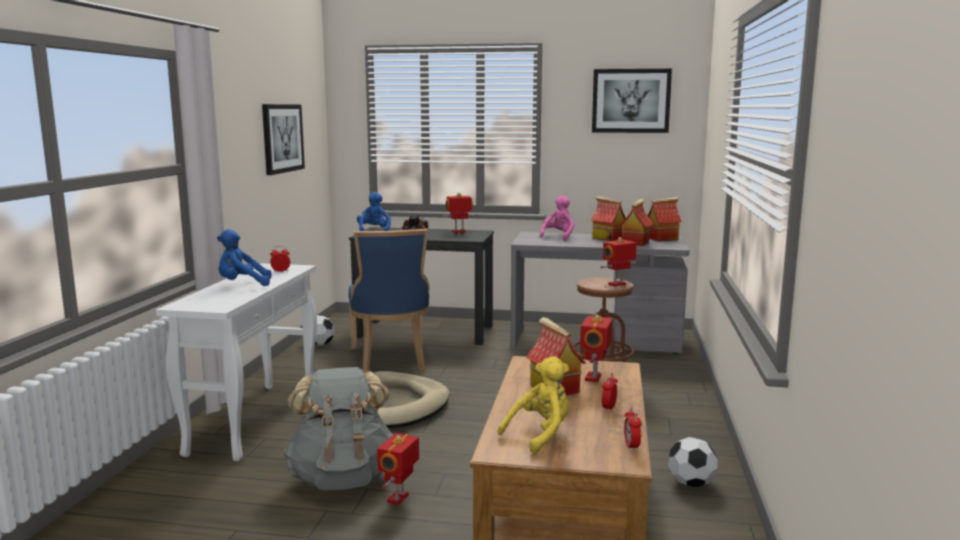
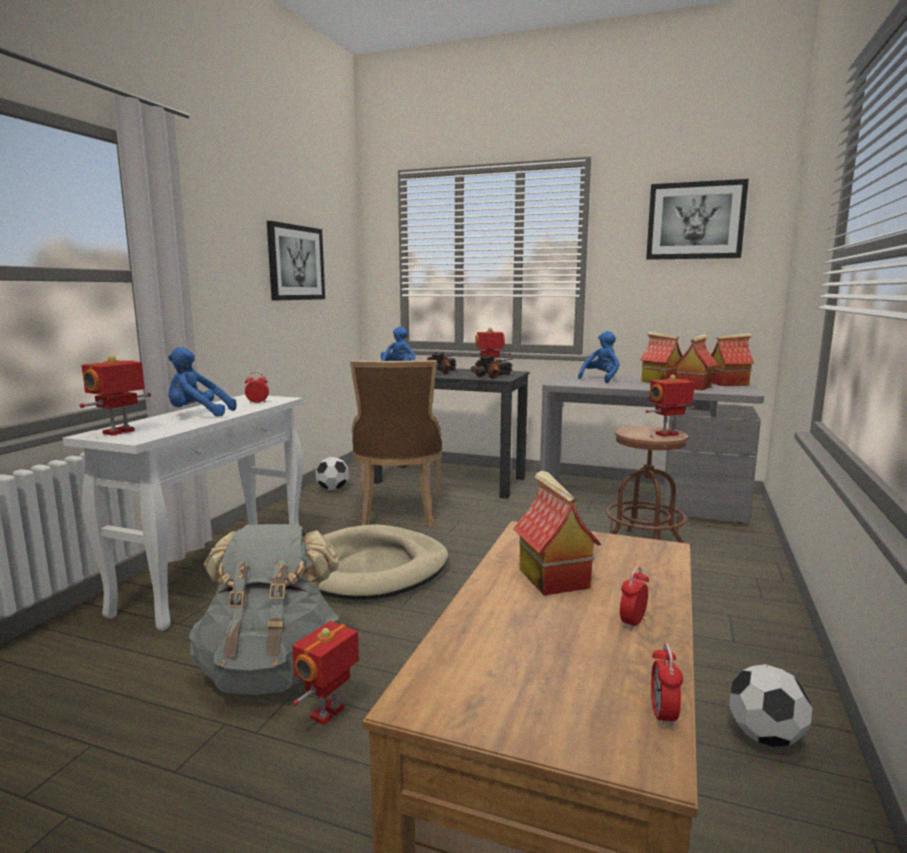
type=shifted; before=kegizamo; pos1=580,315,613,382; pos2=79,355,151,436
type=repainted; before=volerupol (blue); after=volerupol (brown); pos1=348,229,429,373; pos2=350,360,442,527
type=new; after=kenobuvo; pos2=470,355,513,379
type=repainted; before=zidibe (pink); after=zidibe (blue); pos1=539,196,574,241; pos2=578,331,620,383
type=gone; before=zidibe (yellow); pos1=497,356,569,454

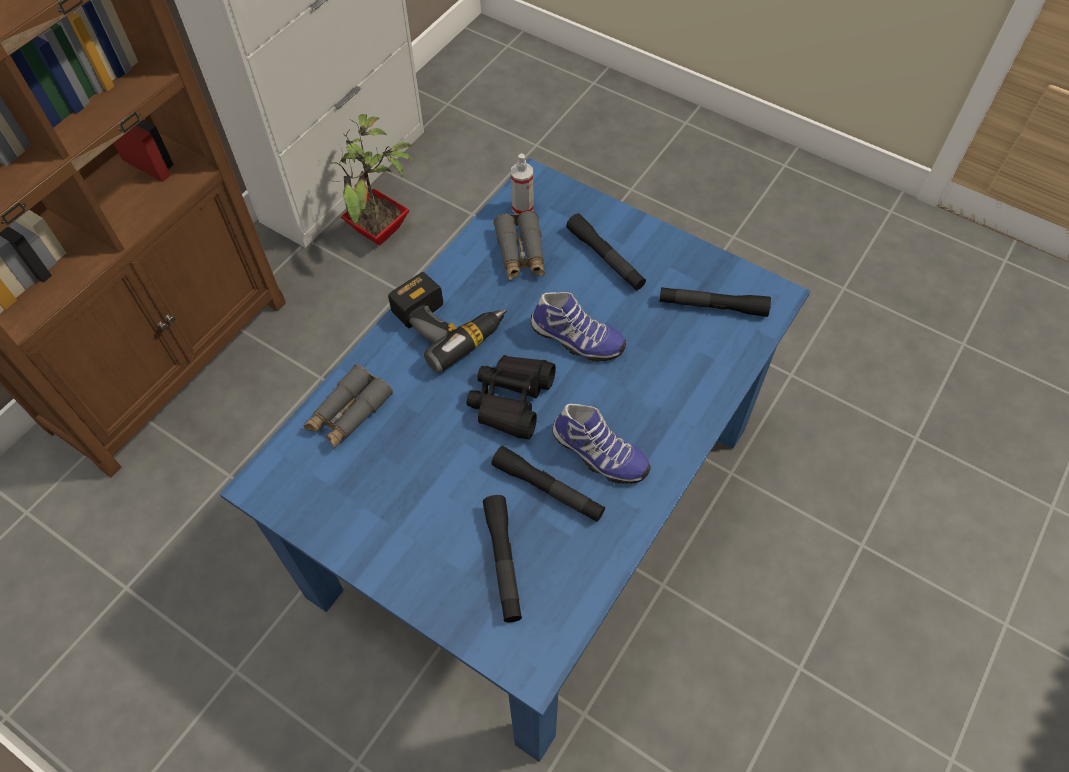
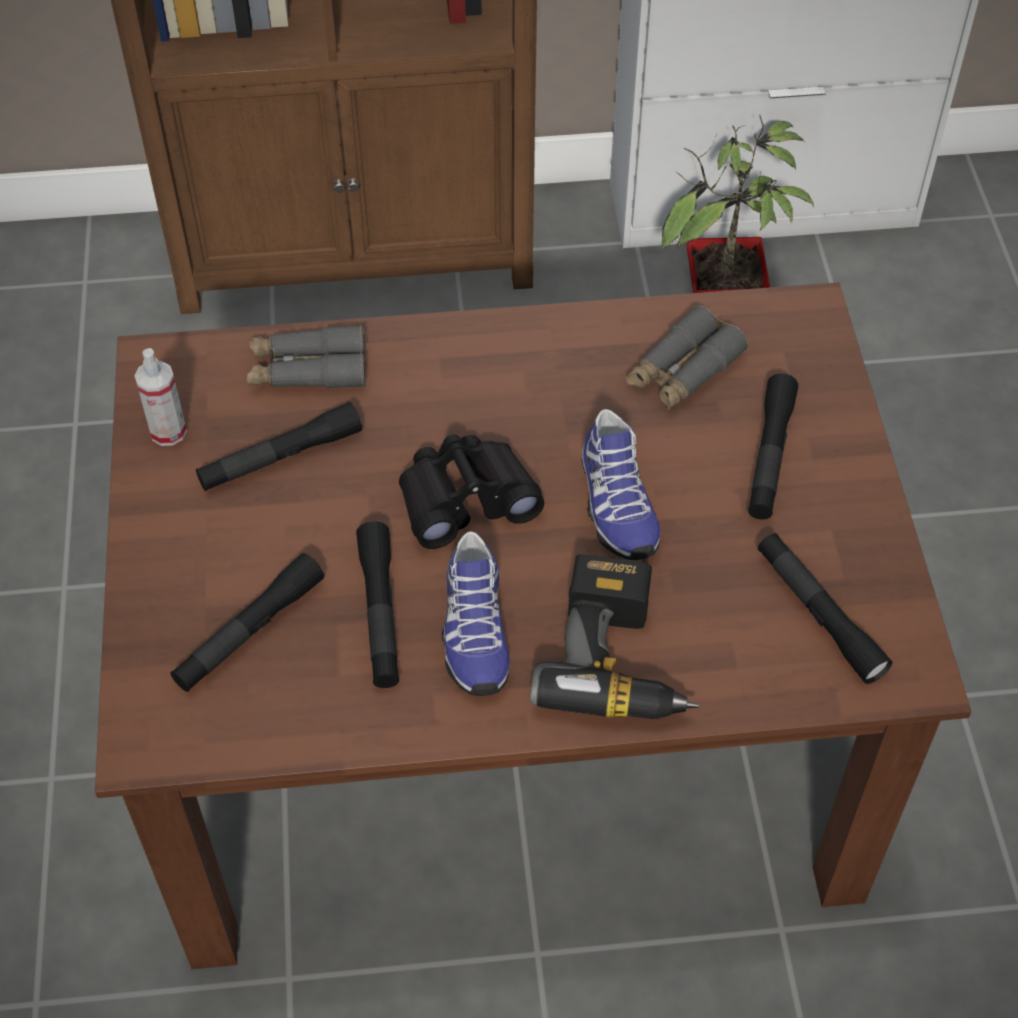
type=repainted; before=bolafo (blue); after=bolafo (brown); pos1=219,158,811,762; pos2=95,282,972,969
type=shifted; before=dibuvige; pos1=511,154,534,215; pos2=134,348,187,446
type=new; after=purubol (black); pos2=196,402,362,491
type=shifted; before=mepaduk; pos1=388,272,507,373; pos2=530,554,699,719

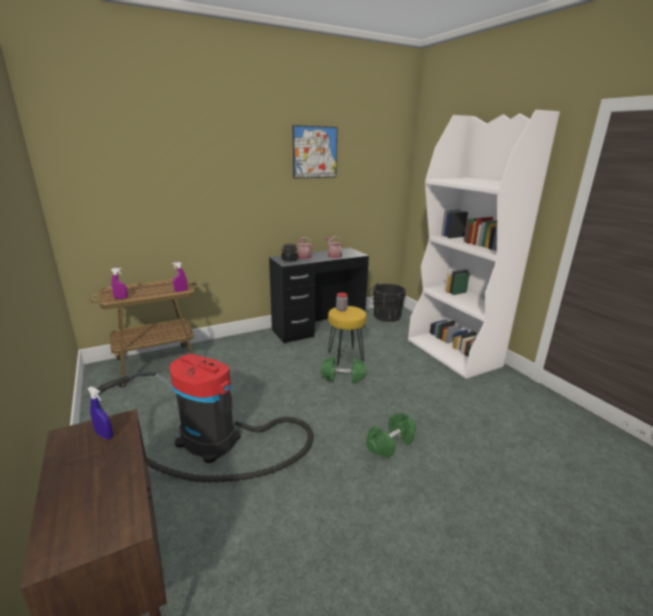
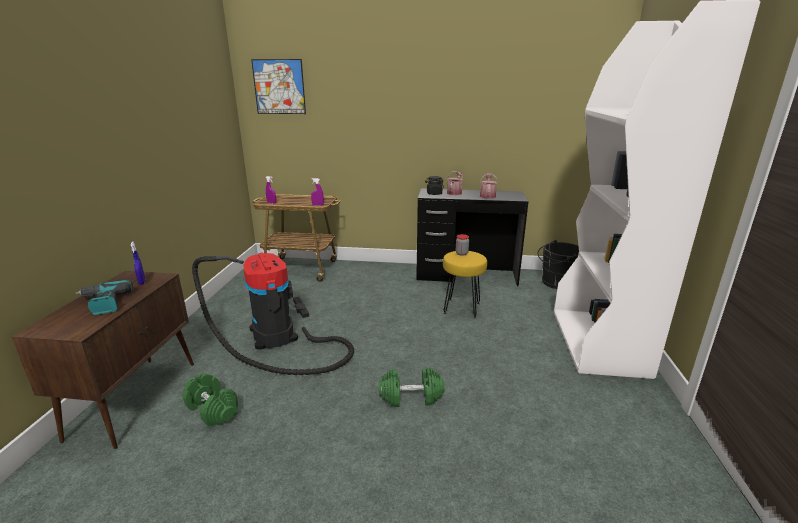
type=new; after=mepaduk; pos2=76,279,133,315
type=shifted; before=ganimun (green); pos1=321,357,367,383; pos2=182,373,238,427
type=shifted; before=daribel; pos1=293,125,338,178; pos2=251,59,306,114

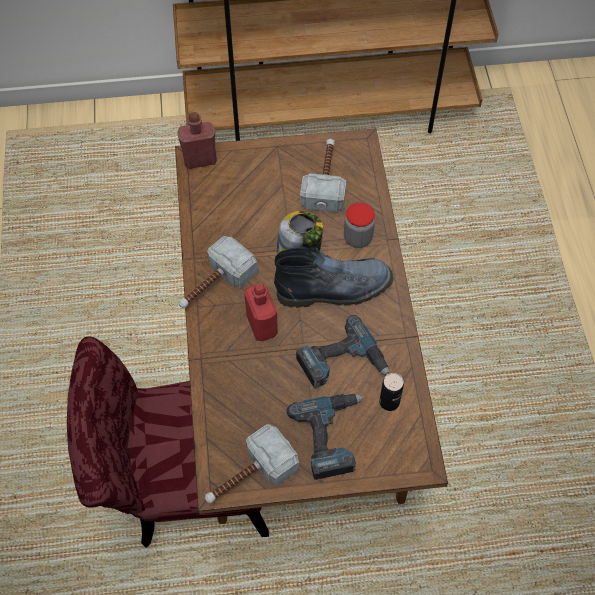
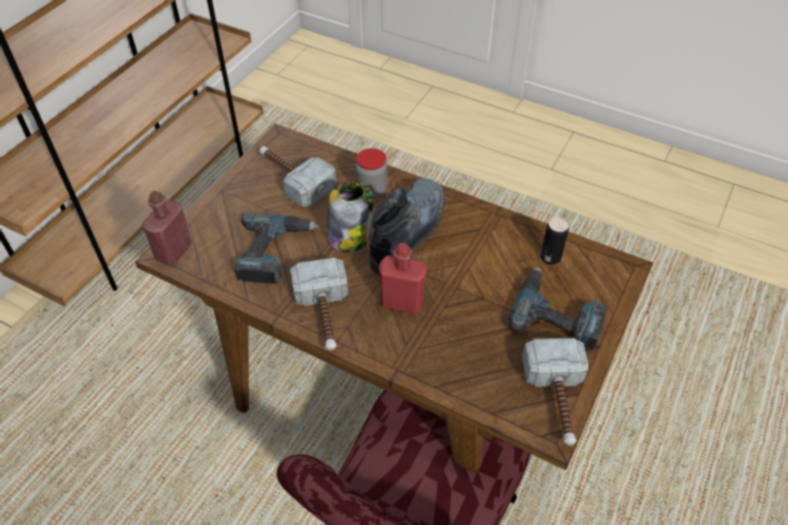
type=shifted; before=mepaduk; pos1=296,315,390,389; pos2=234,213,319,284

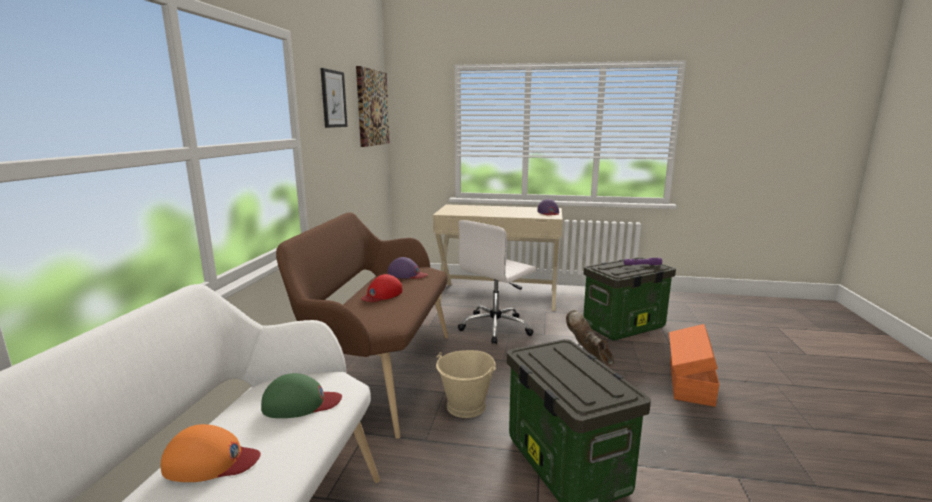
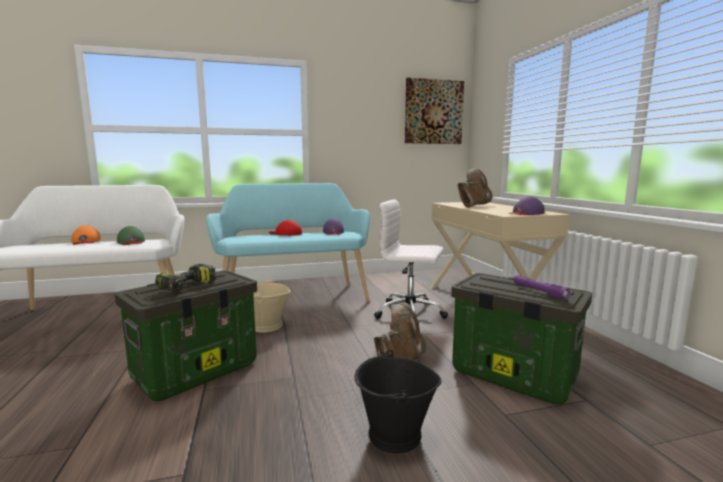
type=new; after=mepaduk; pos2=155,264,216,291
type=repainted; before=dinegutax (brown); after=dinegutax (turquoise); pos1=276,212,448,439; pos2=206,183,370,302
type=swapped; before=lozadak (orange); after=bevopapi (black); pos1=669,324,719,407; pos2=354,350,442,453
type=new; after=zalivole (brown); pos2=457,168,492,208
type=gone; before=daribel; pos1=320,68,348,128

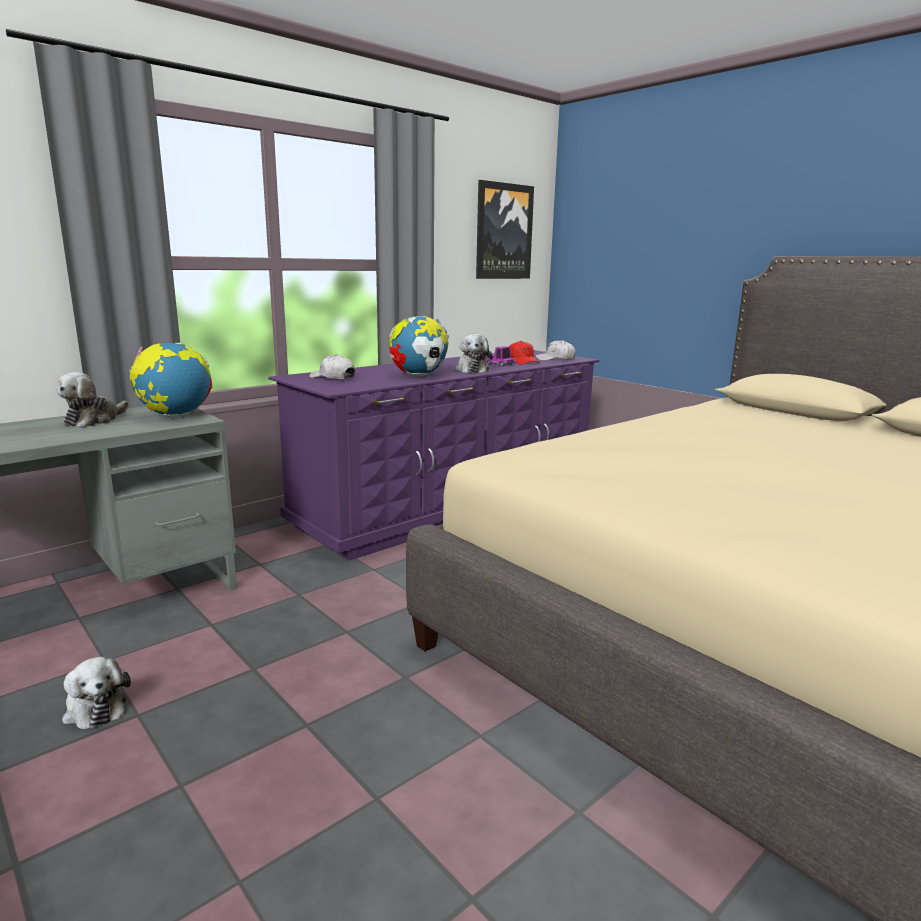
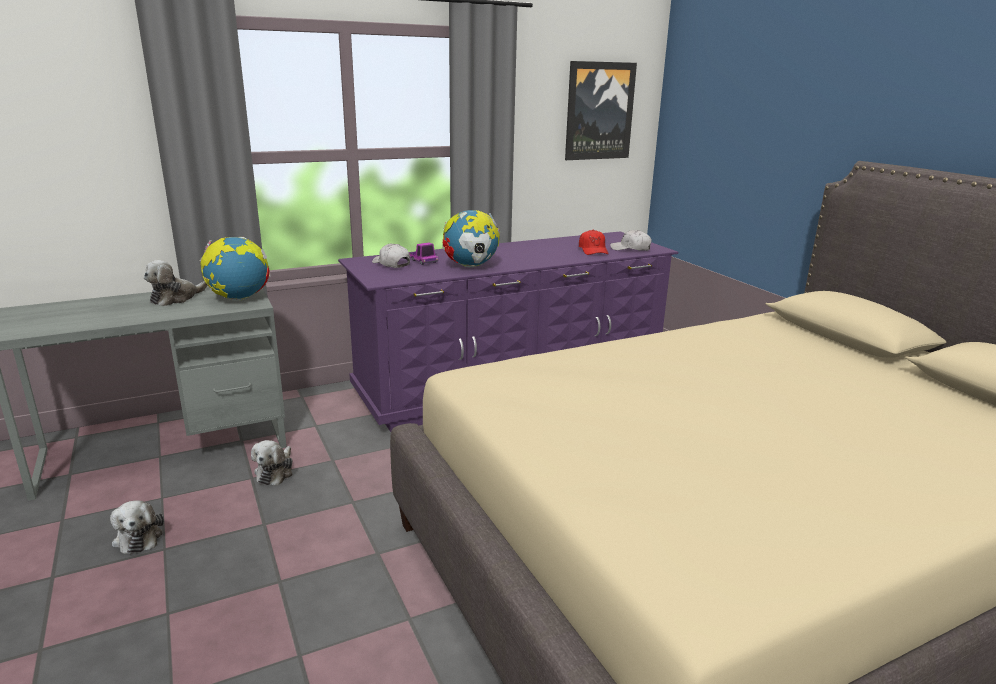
type=shifted; before=zidibe; pos1=455,334,493,373; pos2=251,440,293,485
type=shifted; before=kenobuvo; pos1=485,346,515,366; pos2=409,242,438,265

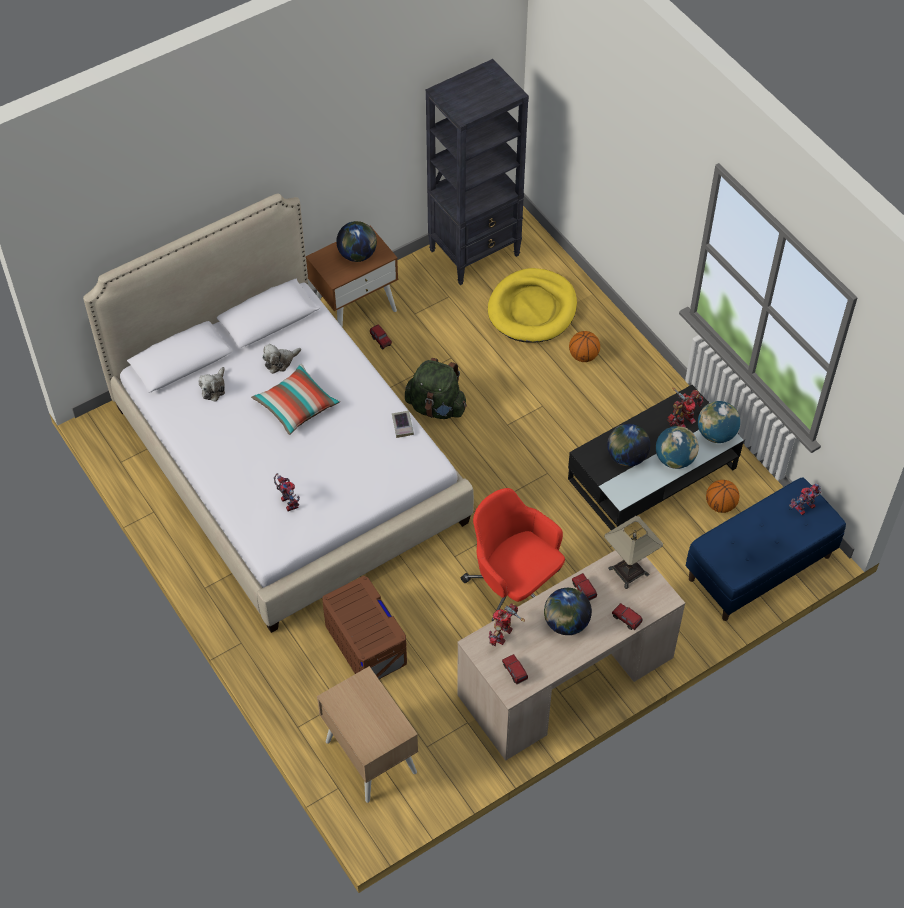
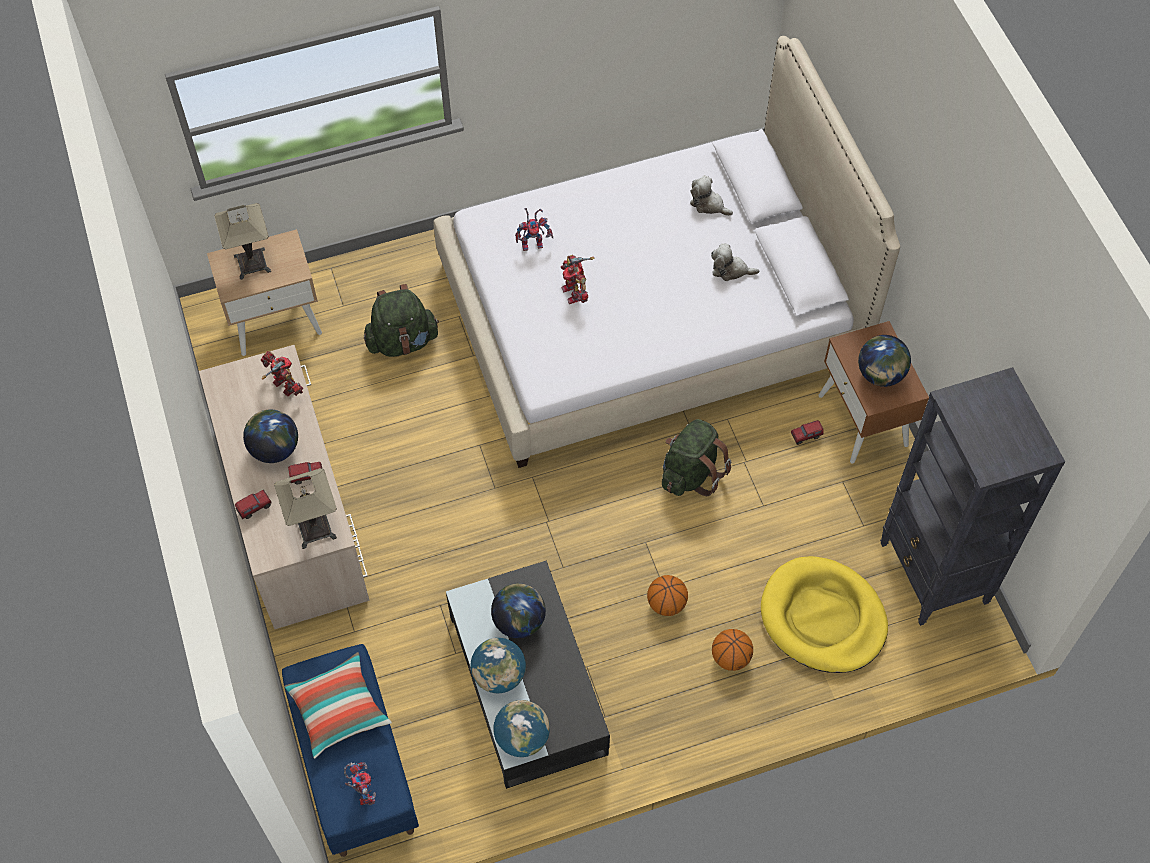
type=new; after=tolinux; pos2=214,203,271,280
type=shifted; before=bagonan; pos1=251,364,340,435; pos2=284,652,392,759
type=swapped; before=lozadak (brown); after=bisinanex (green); pos1=322,576,407,679; pos2=364,284,439,357
type=shifted; before=kegizamo; pos1=667,388,703,428; pos2=561,255,594,304
type=shifted; before=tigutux; pos1=706,480,739,513; pos2=647,575,688,616
type=rotated; before=zidibe; pos1=262,344,301,374; pos2=711,243,759,281; turn=-60
type=gone; before=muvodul; pos1=392,411,414,438
type=gone; before=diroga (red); pos1=461,488,565,621
type=gone; before=kenobuvo; pos1=502,654,528,684

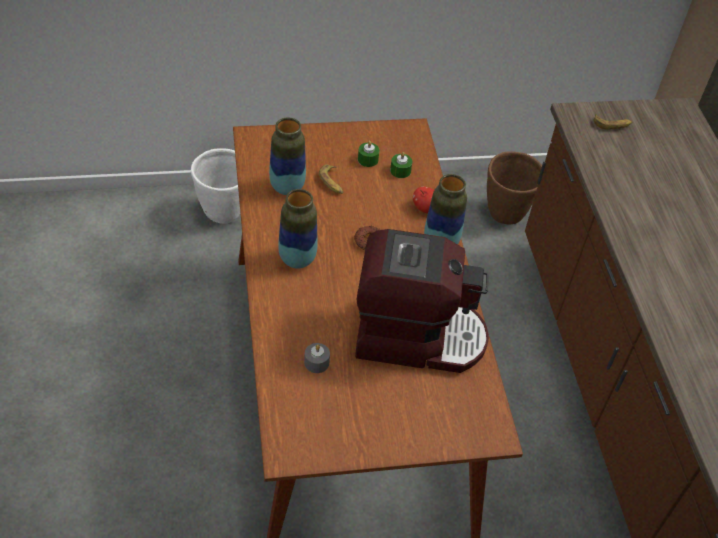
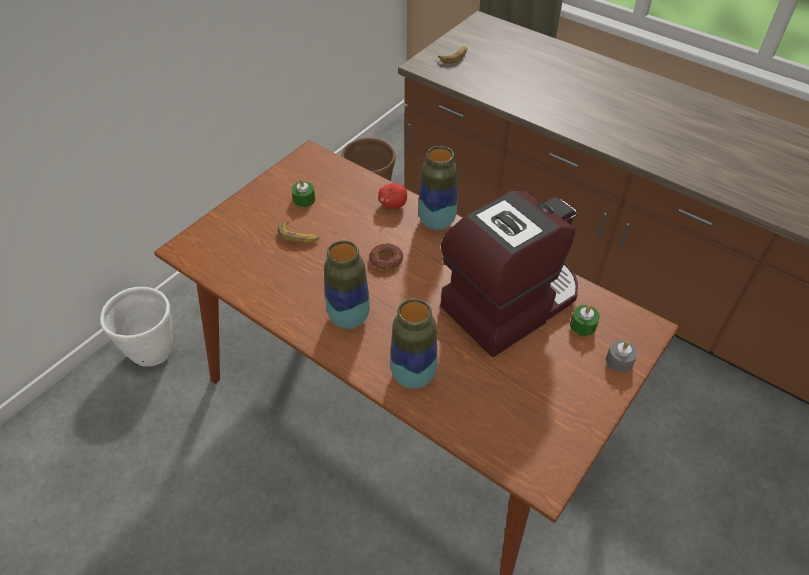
type=shifted; before=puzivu; pos1=269,118,306,195; pos2=390,298,437,389
type=shifted; before=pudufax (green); pos1=390,152,413,178; pos2=570,305,600,336
type=shifted; before=pudufax (grey); pos1=304,343,330,373; pos2=606,340,638,373

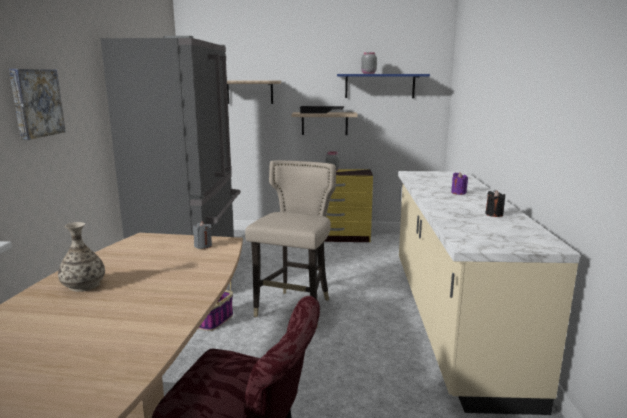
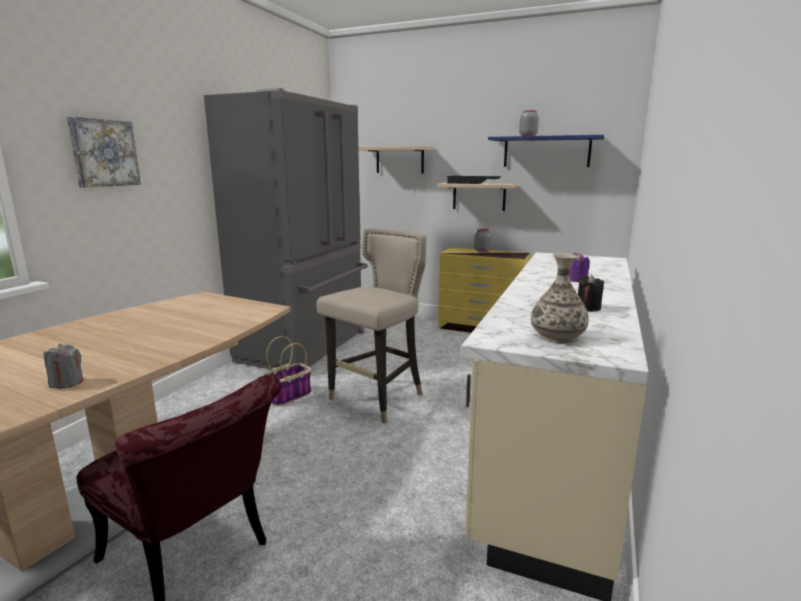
type=shifted; before=pudufax (grey); pos1=193,221,212,249; pos2=44,344,83,389
type=shifted; before=puzivu; pos1=58,222,105,292; pos2=531,253,589,344

